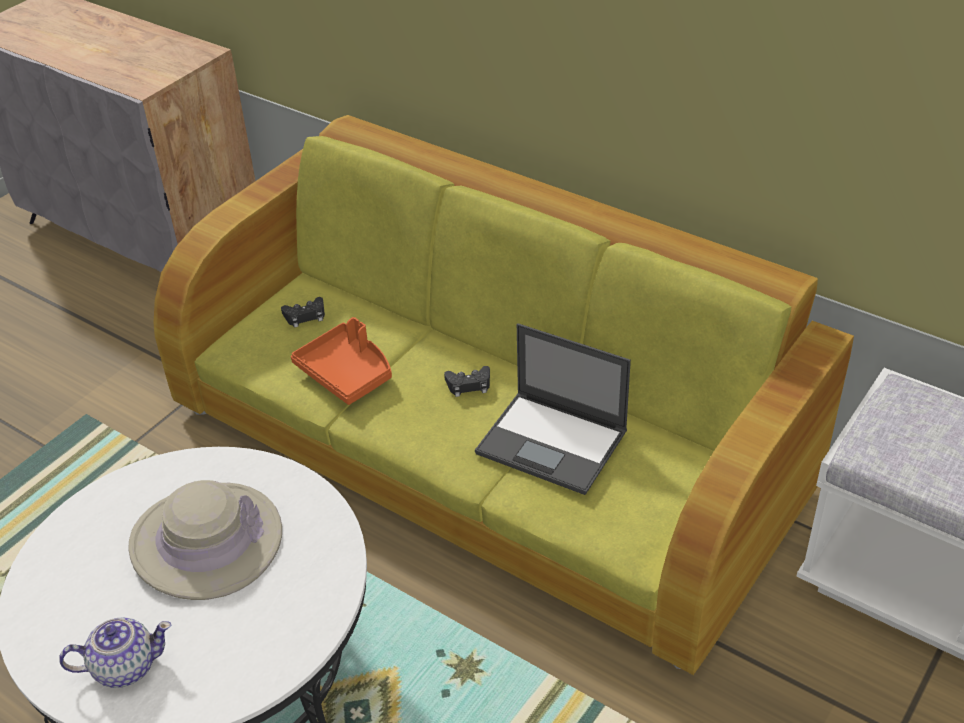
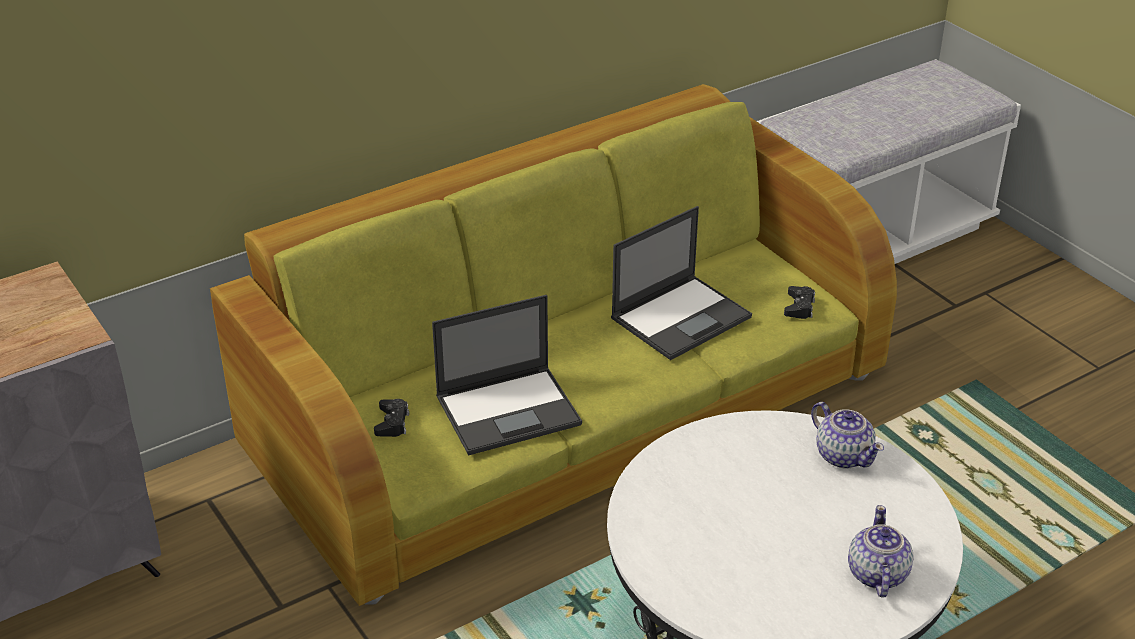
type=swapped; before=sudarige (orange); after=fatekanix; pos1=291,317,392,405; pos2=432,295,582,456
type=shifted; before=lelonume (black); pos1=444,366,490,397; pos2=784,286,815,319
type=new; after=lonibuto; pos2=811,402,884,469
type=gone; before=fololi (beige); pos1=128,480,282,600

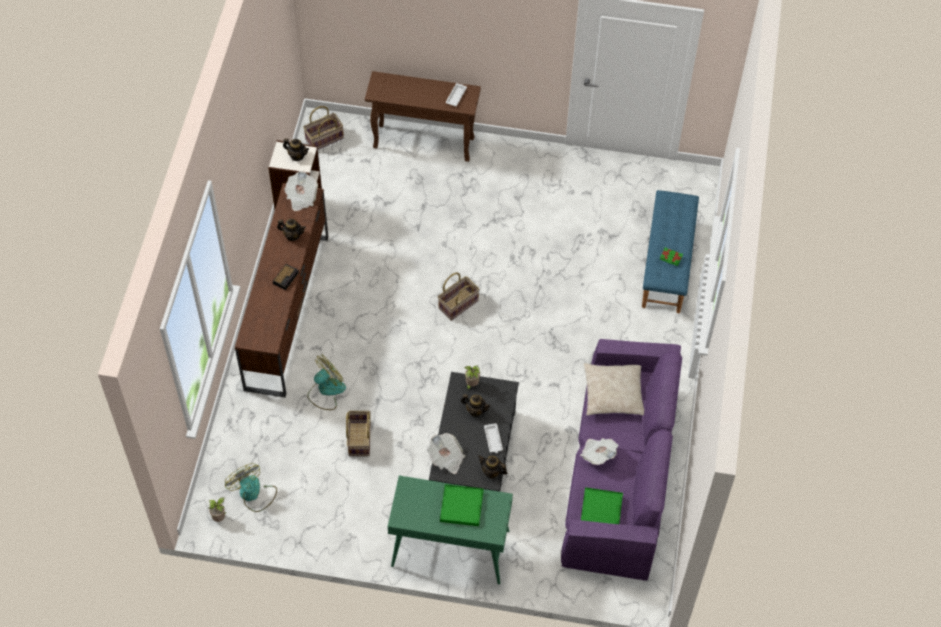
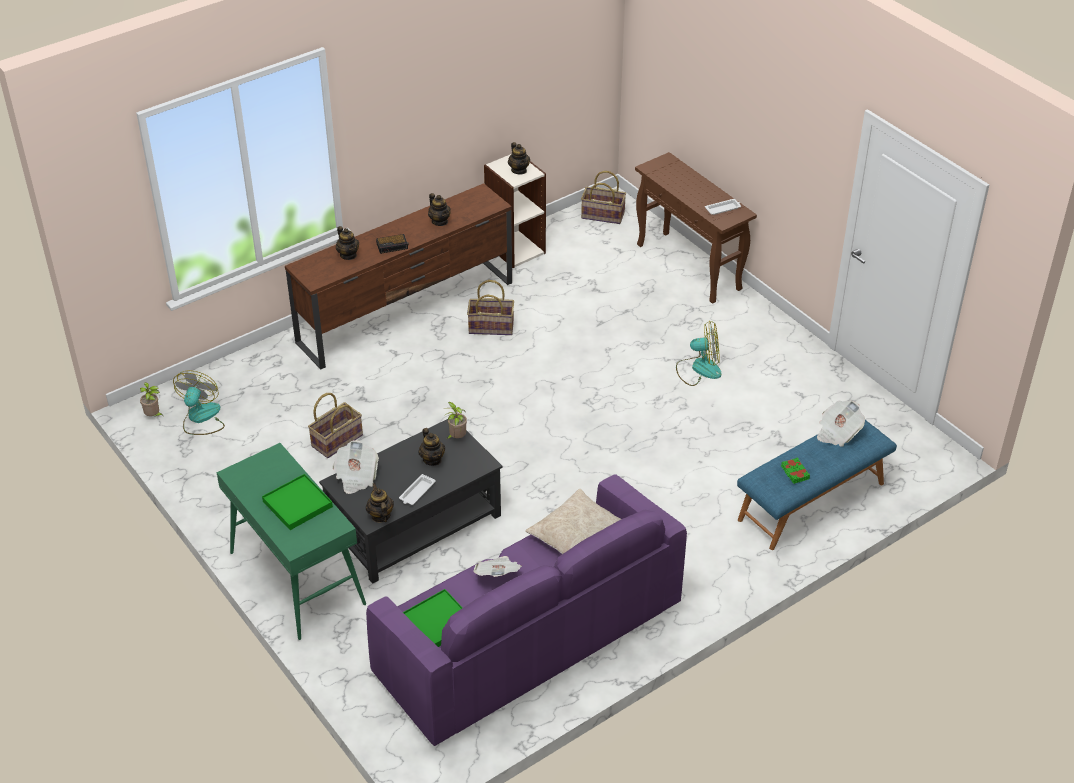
type=new; after=lonibuto; pos2=336,226,359,260
type=shifted; before=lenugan; pos1=438,272,479,321; pos2=467,280,514,335
type=shifted; before=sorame; pos1=308,355,346,410; pos2=676,321,722,386
type=shifted; before=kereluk; pos1=284,171,318,211; pos2=817,401,865,447

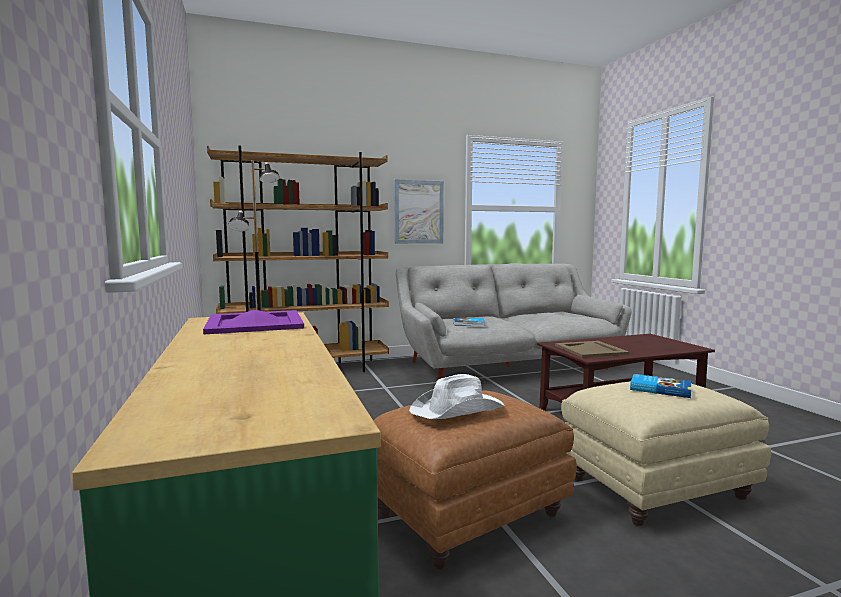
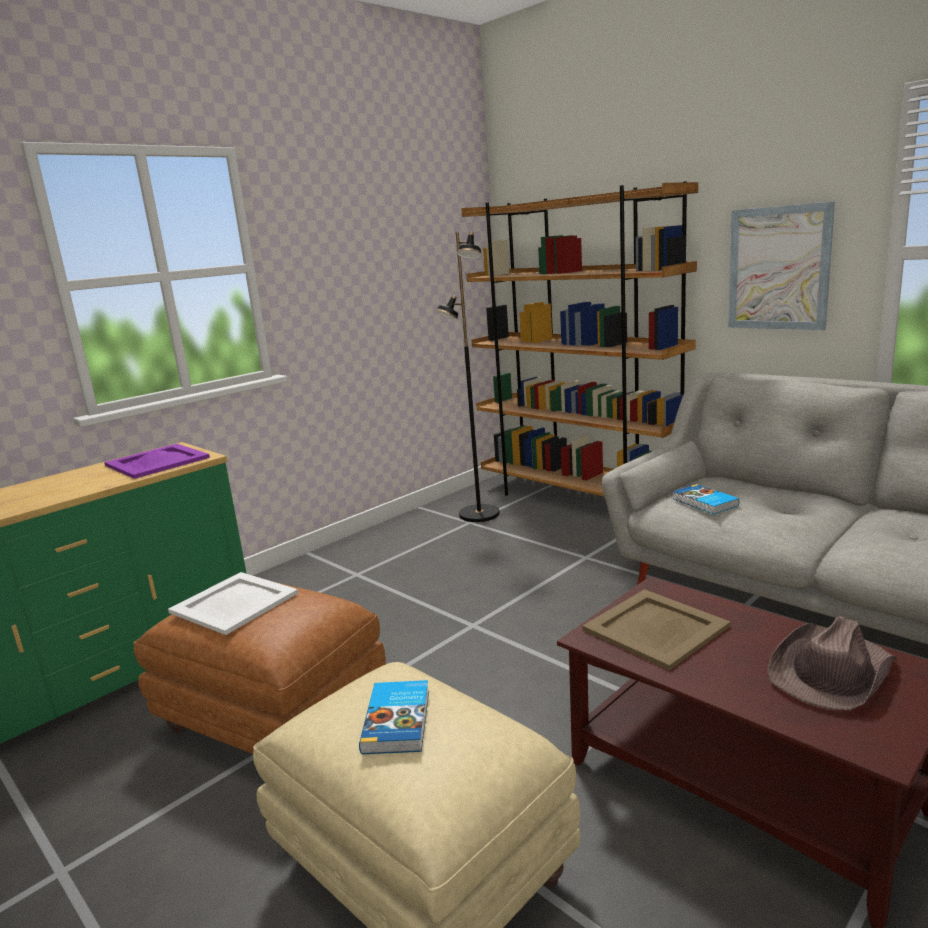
type=swapped; before=fololi (white); after=sudarige (white); pos1=409,374,505,419; pos2=168,572,298,635
type=new; after=fololi (brown); pos2=767,616,897,710

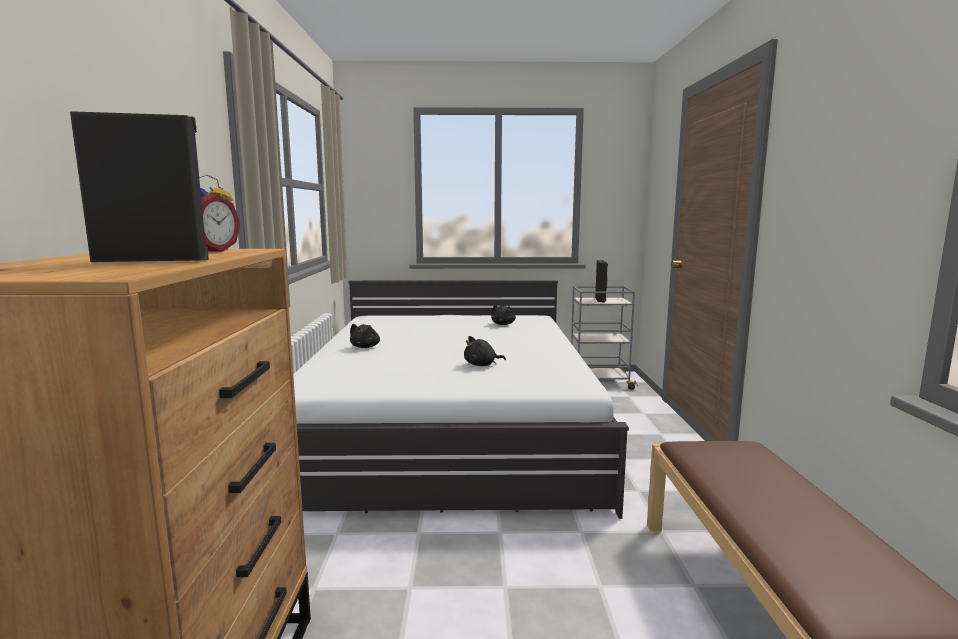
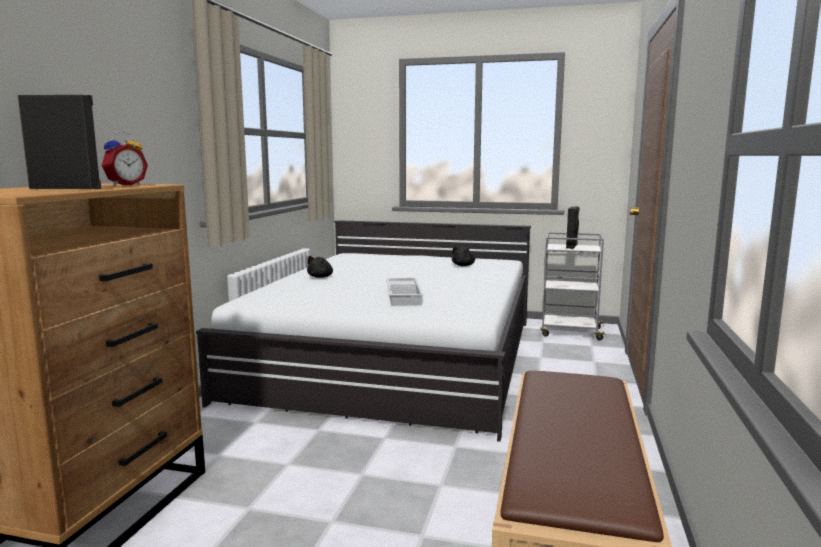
type=swapped; before=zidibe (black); after=sudarige (white); pos1=464,336,506,366; pos2=386,278,424,306

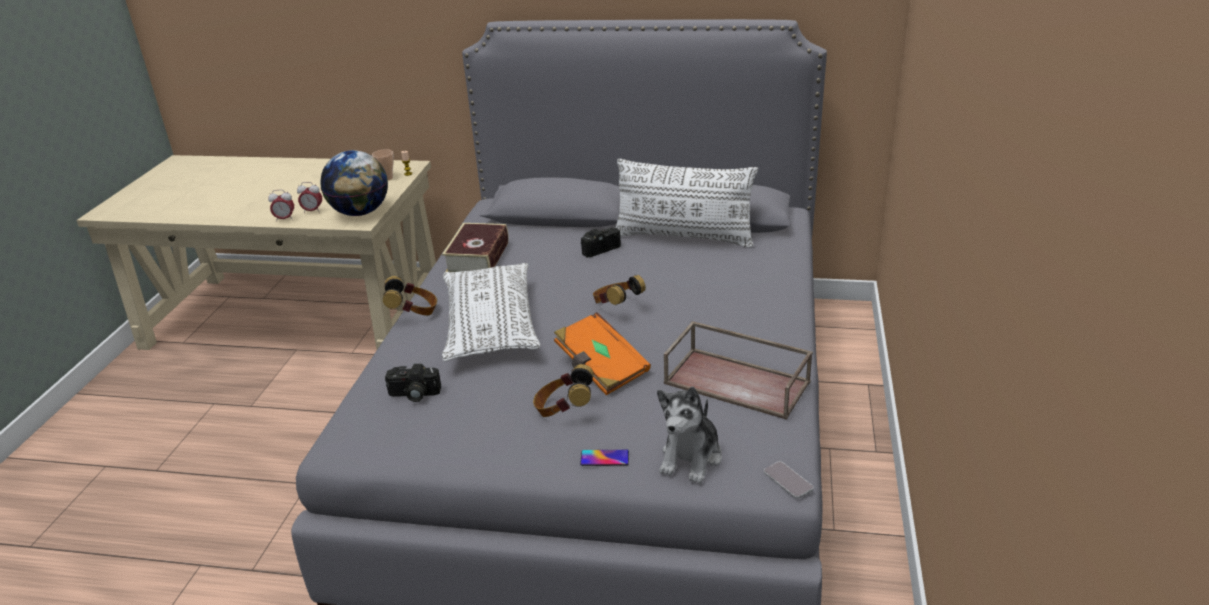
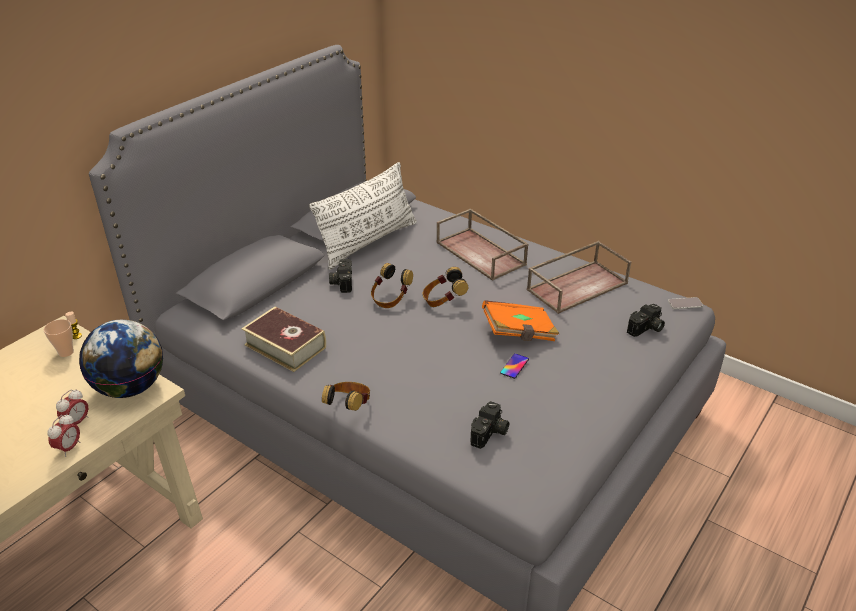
type=shifted; before=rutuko; pos1=533,364,593,417; pos2=371,263,413,308
type=new; after=sudarige (brown); pos2=436,209,529,281
type=shifted; before=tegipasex; pos1=580,450,629,466; pos2=500,353,529,379
type=swapped; before=zidibe; after=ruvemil; pos1=657,387,722,484; pos2=627,304,665,337
type=gone; before=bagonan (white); pos1=442,263,541,362

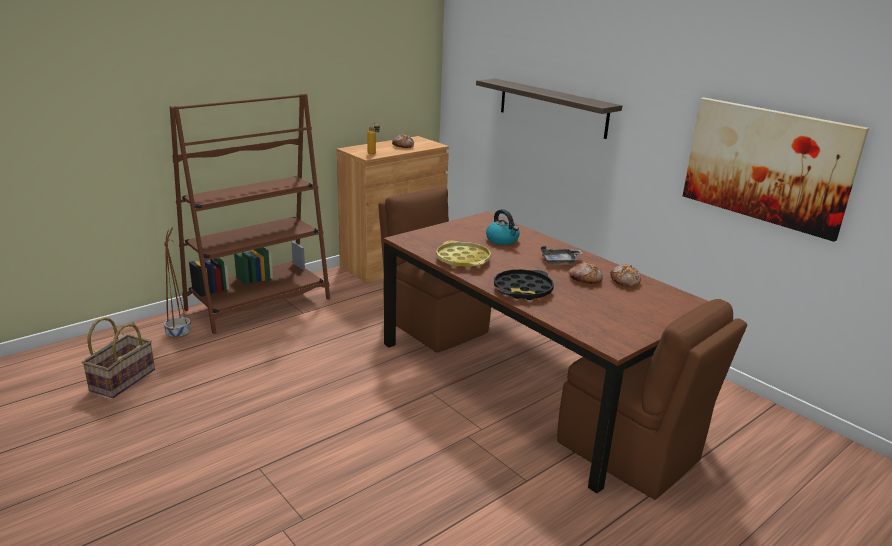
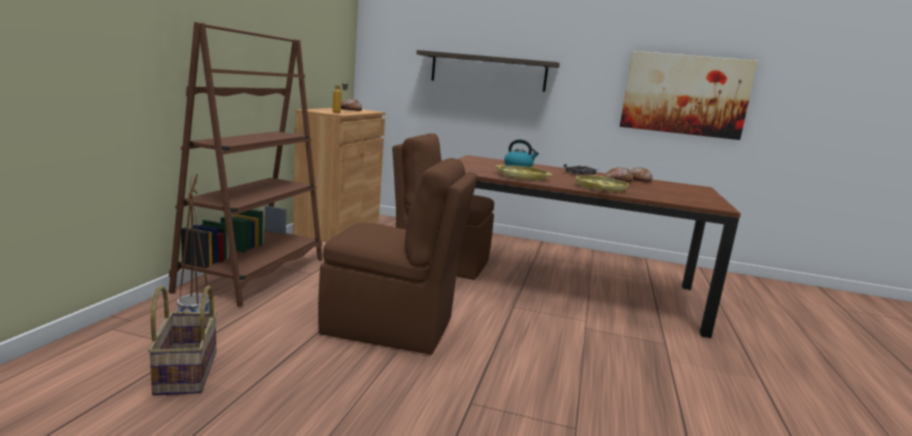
type=shifted; before=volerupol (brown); pos1=557,299,747,500; pos2=318,158,478,355
type=repainted; before=sudarige (black); after=sudarige (yellow); pos1=494,269,554,300; pos2=576,175,629,192

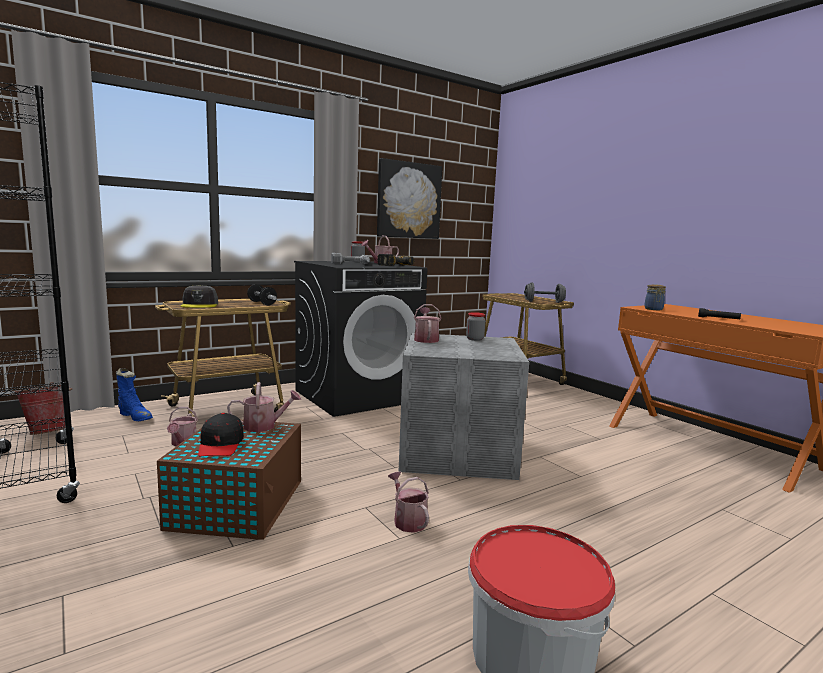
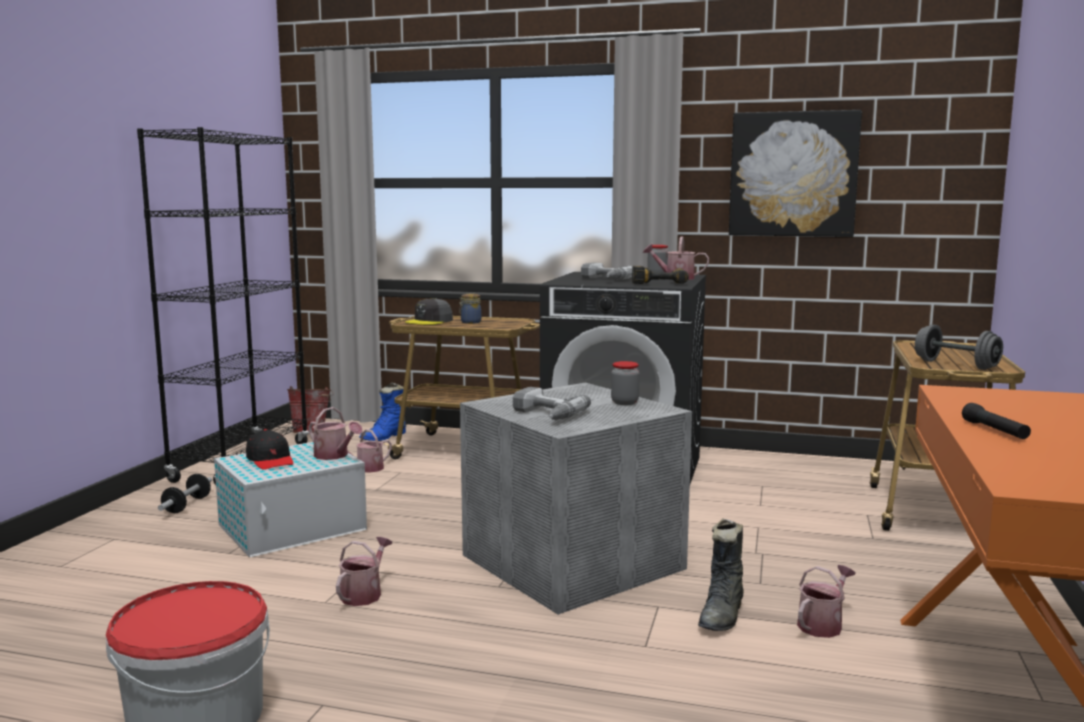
type=shifted; before=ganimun; pos1=247,284,277,306; pos2=158,474,212,513
type=repainted; before=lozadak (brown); after=lozadak (white); pos1=157,420,301,540; pos2=214,442,367,557
type=rotated; before=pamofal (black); pos1=198,413,244,456; pos2=246,429,294,470; turn=-75
type=rotated; before=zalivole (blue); pos1=116,368,153,421; pos2=359,383,406,441; turn=45
type=shifted; before=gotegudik; pos1=644,284,666,310; pos2=459,294,481,324
type=new; after=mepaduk; pos2=513,387,591,420
type=new; after=zalivole (black); pos2=698,519,744,631
type=shifted; before=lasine; pos1=414,304,441,343; pos2=797,565,855,638

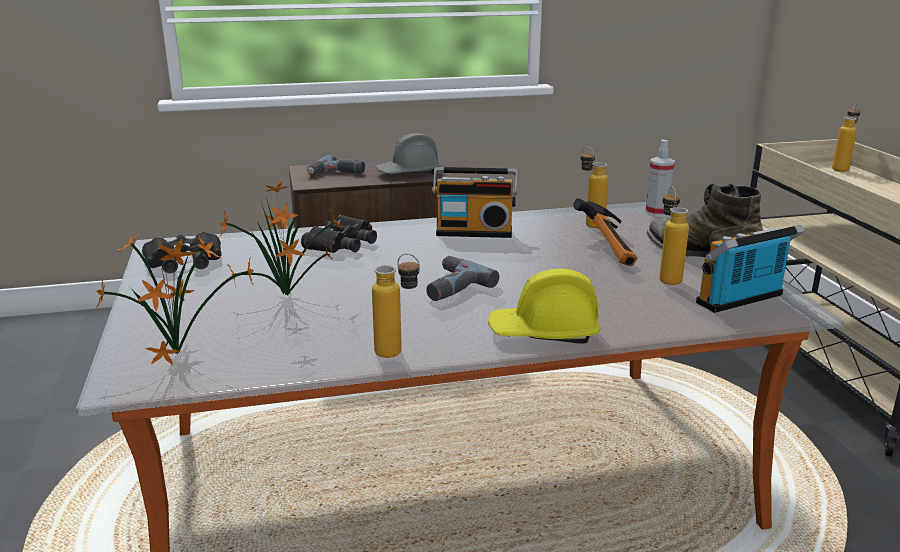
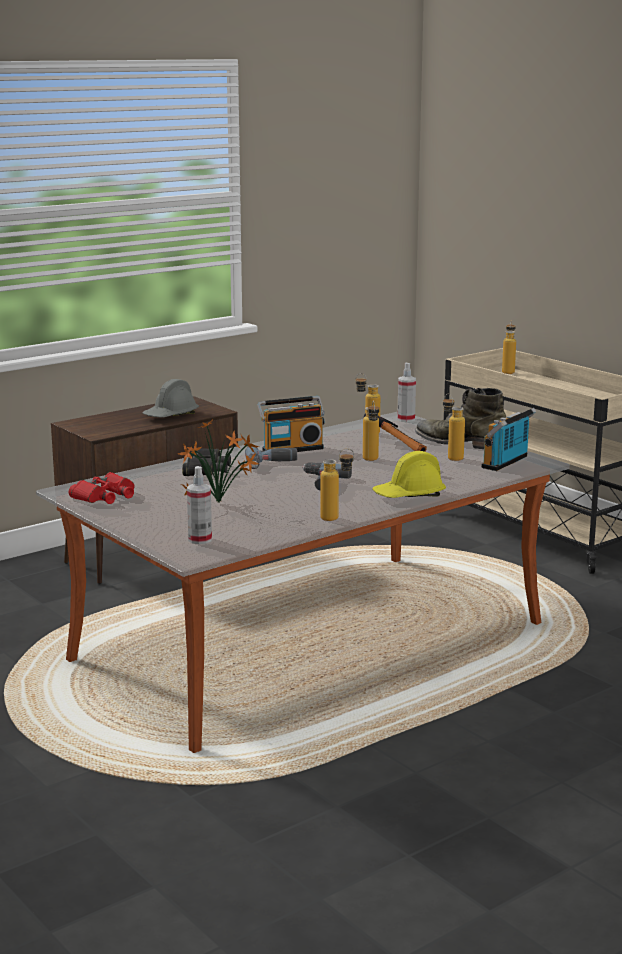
type=repainted; before=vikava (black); after=vikava (red); pos1=142,232,222,273; pos2=69,472,135,504
type=swapped; before=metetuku; after=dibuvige; pos1=96,232,254,366; pos2=187,466,212,544
type=shifted; before=mepaduk; pos1=307,155,365,175; pos2=245,447,297,469
type=new; after=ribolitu; pos2=363,400,379,461

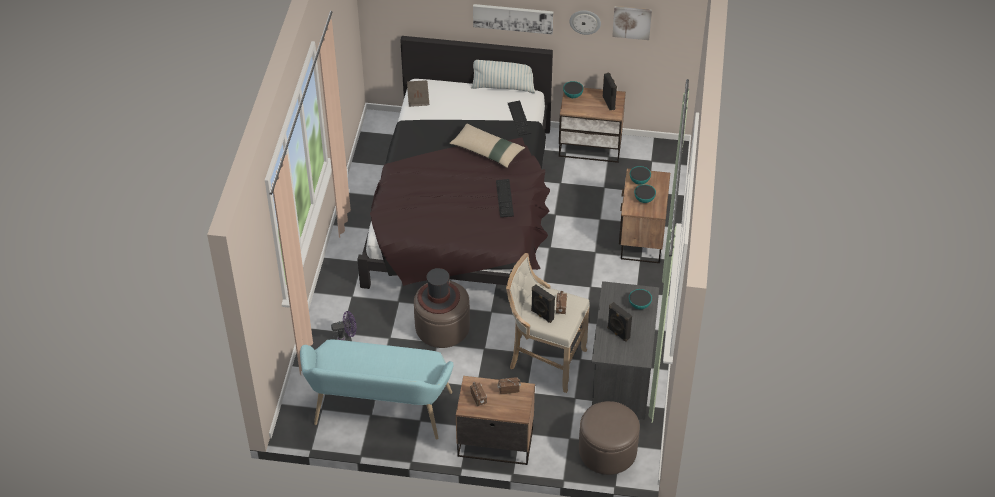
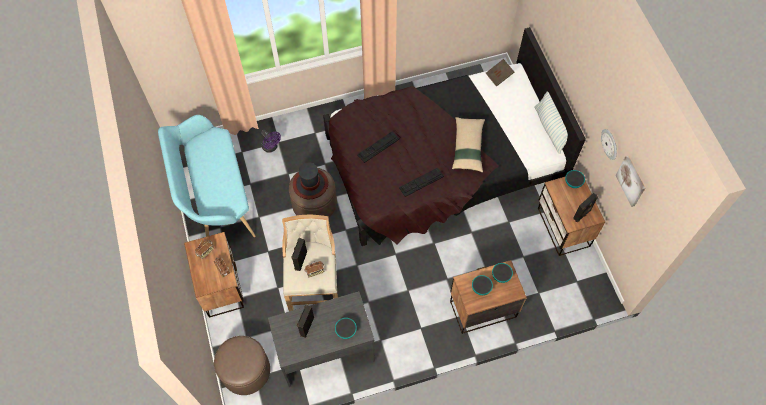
type=shifted; before=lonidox; pos1=508,101,531,136; pos2=357,131,399,163
type=gone; before=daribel; pos1=473,4,554,34

